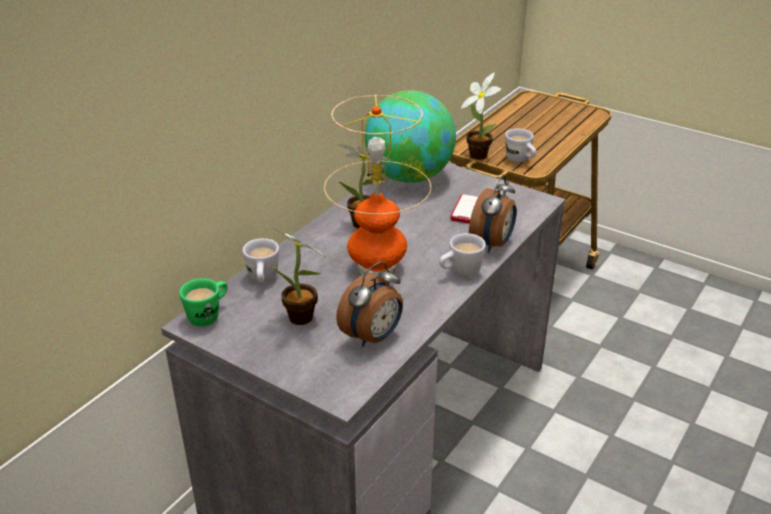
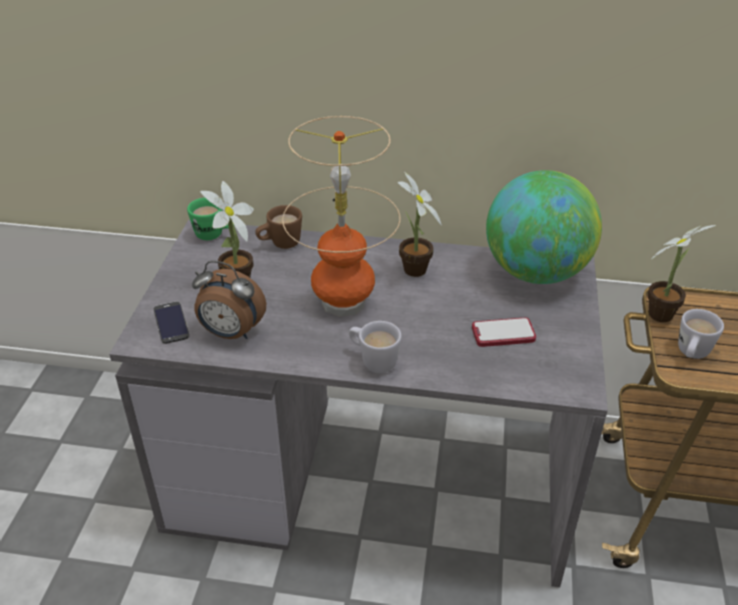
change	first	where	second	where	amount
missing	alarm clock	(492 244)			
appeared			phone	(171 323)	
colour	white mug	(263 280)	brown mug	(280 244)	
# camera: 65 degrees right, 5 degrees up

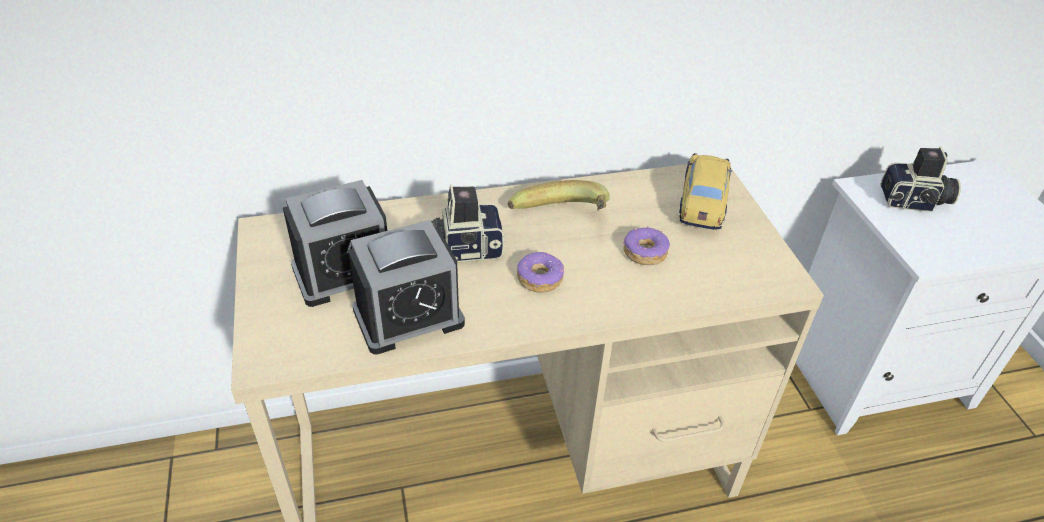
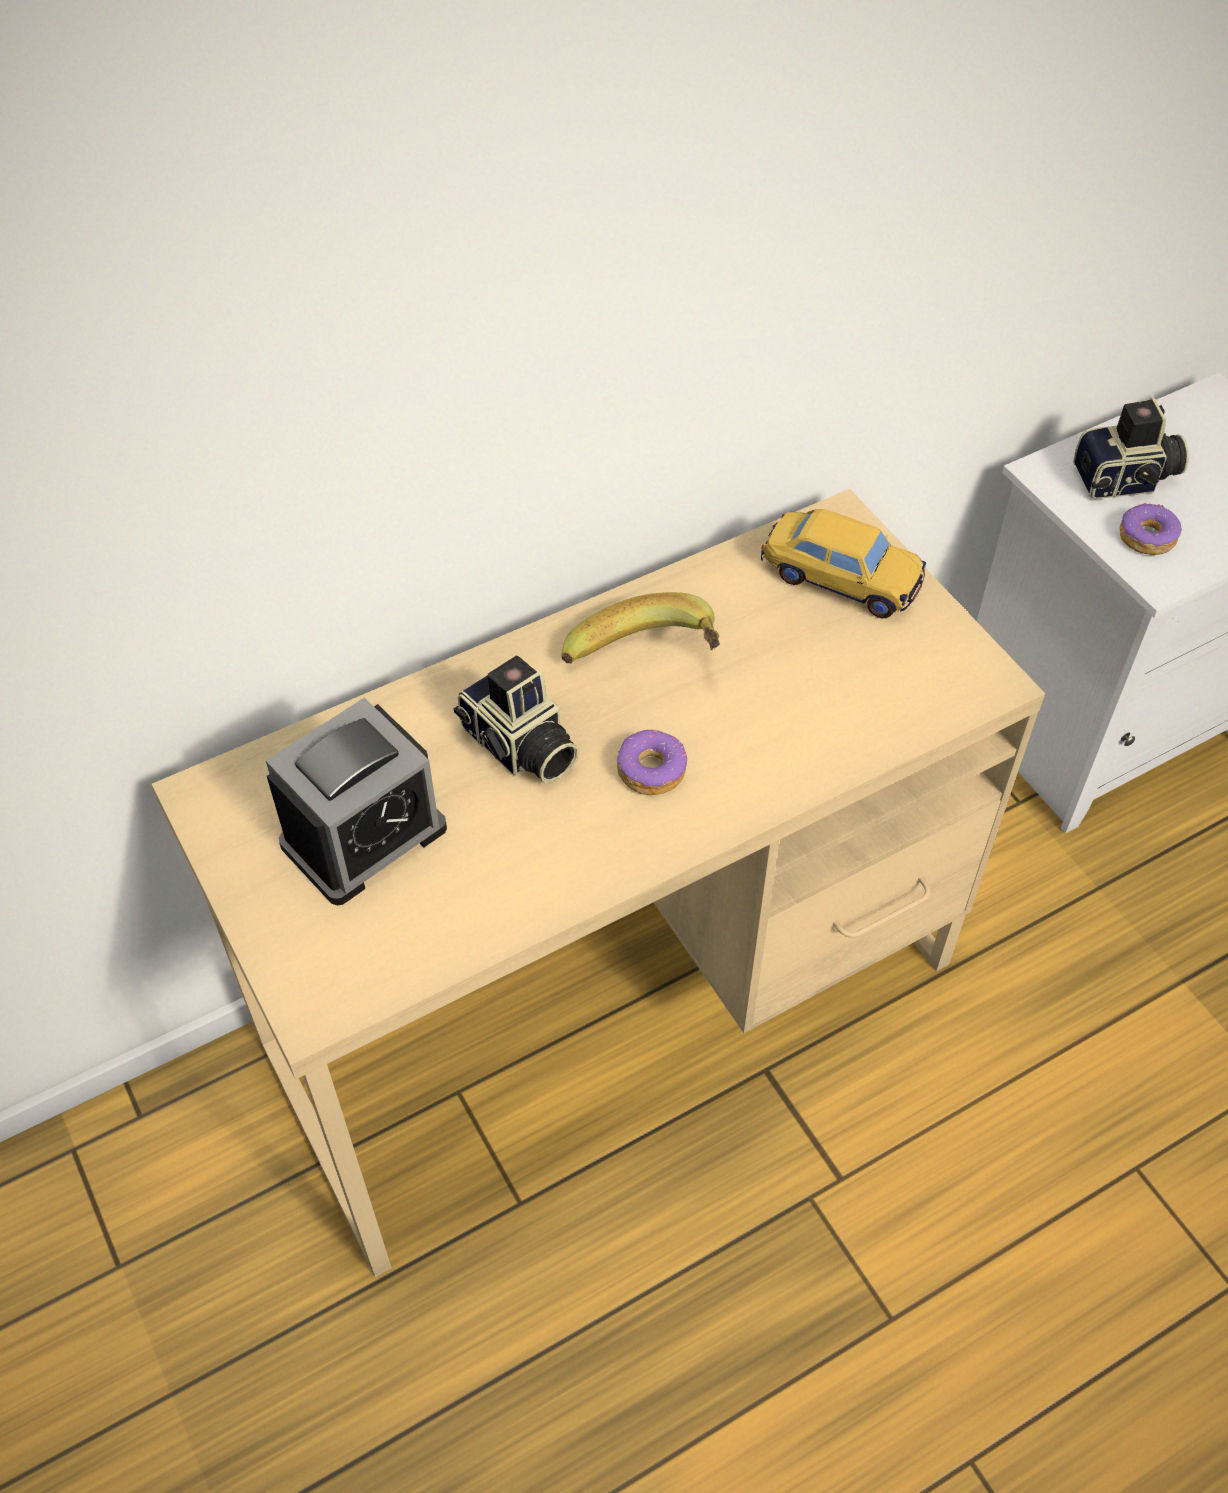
change	first	where	second	where	amount
missing	alarm clock	(408 317)			
relocated	donut	(644 252)		(1146 537)	
spun	photo camera	(462 248)		(519 747)	105 degrees counterclockwise
spun	toy car	(702 203)		(840 579)	120 degrees clockwise
# camera: 15 degrees left, 10 degrees up

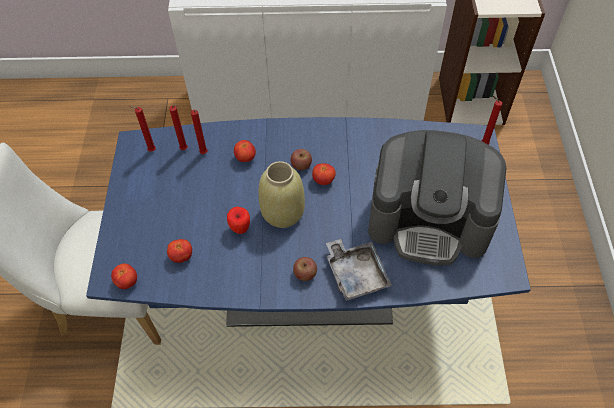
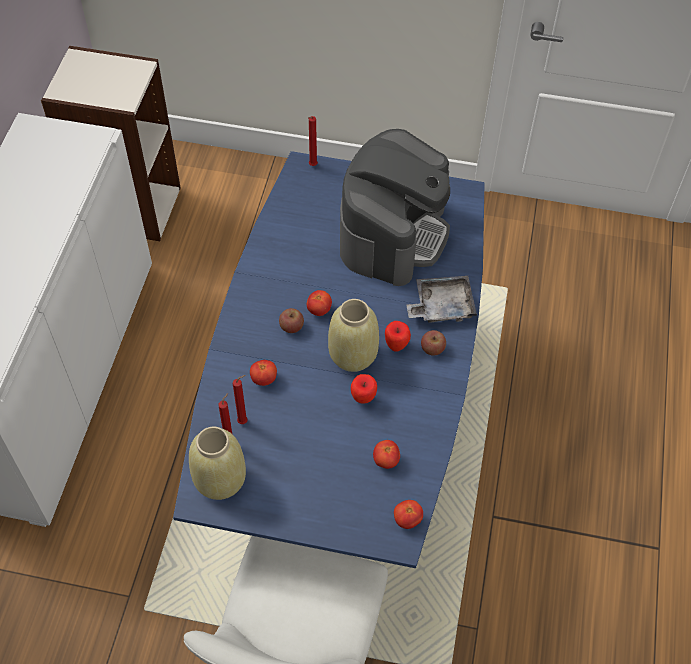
change	first	where	second	where	amount
appeared			apple	(396 345)	
exchanged	red candle	(150 150)	beige vase	(219 481)	
# camera: 80 degrees left, 0 degrees up

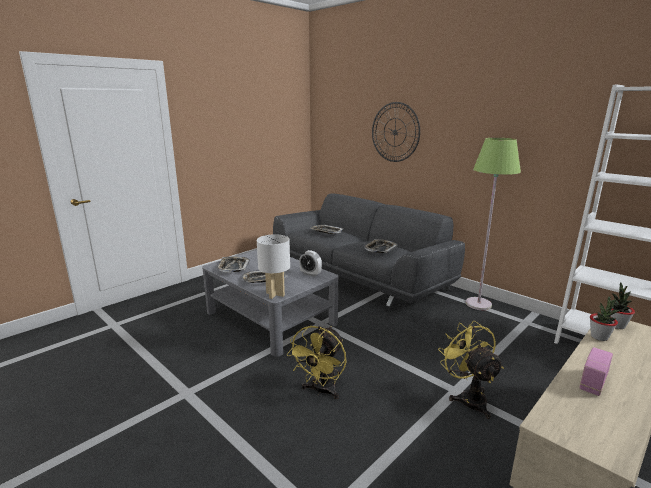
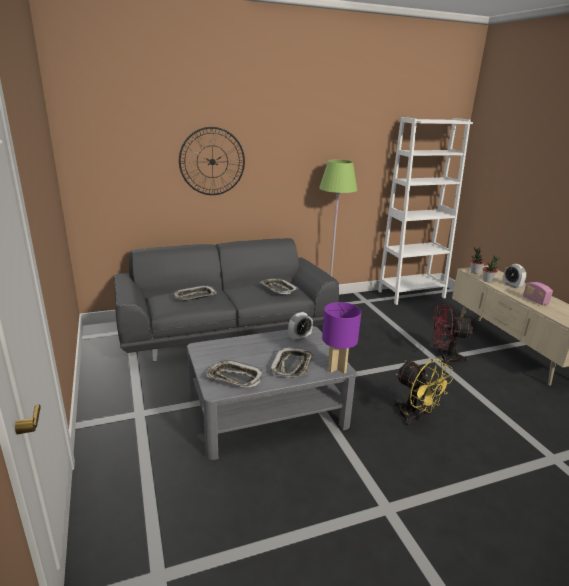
change	first	where	second	where	amount
appeared			alarm clock	(512 285)	
colour	white table lamp	(275 294)	purple table lamp	(337 368)	
colour	yellow fan	(468 397)	red fan	(444 358)	
# camera: 65 degrees left, 5 degrees up

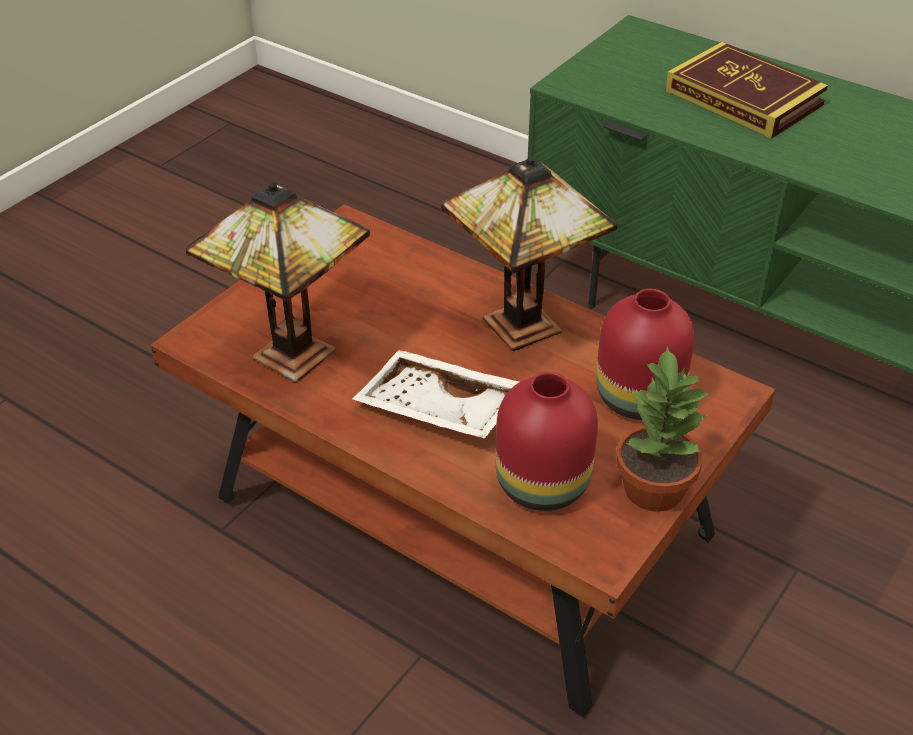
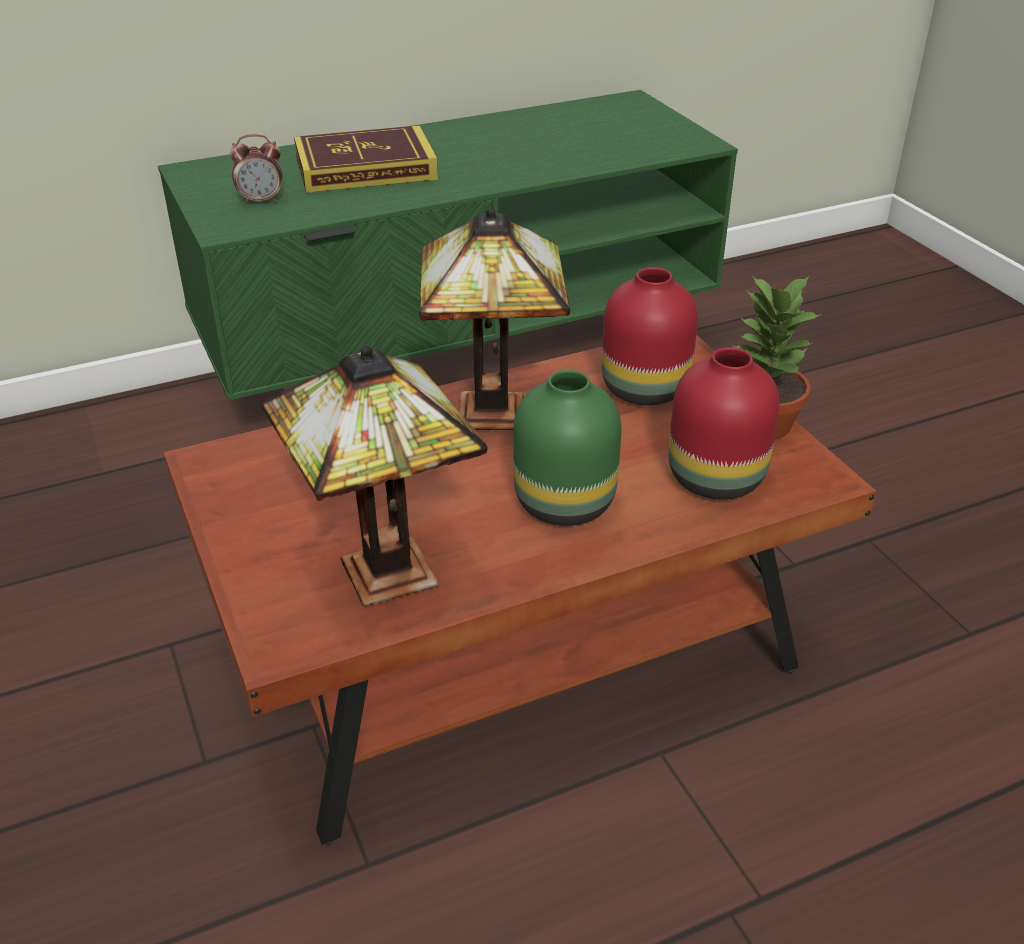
change	first	where	second	where	amount
appeared			alarm clock	(261 201)	
exchanged	white tray	(437 410)	green vase	(567 504)	
# camera: 60 degrees left, 5 degrees down

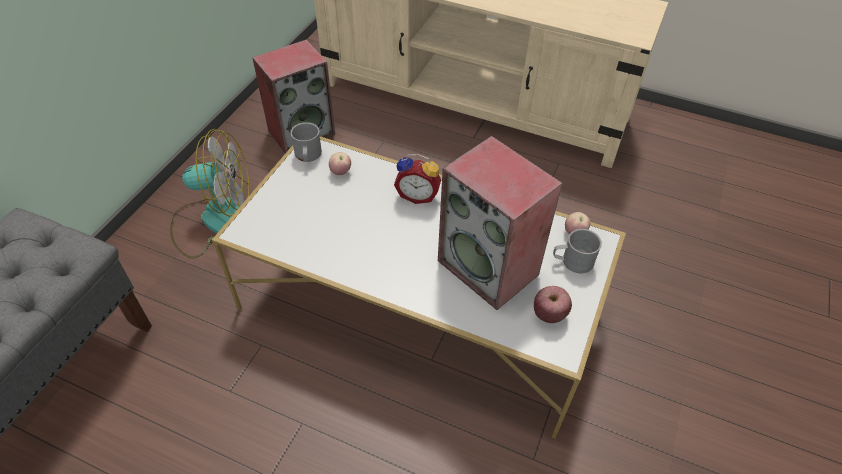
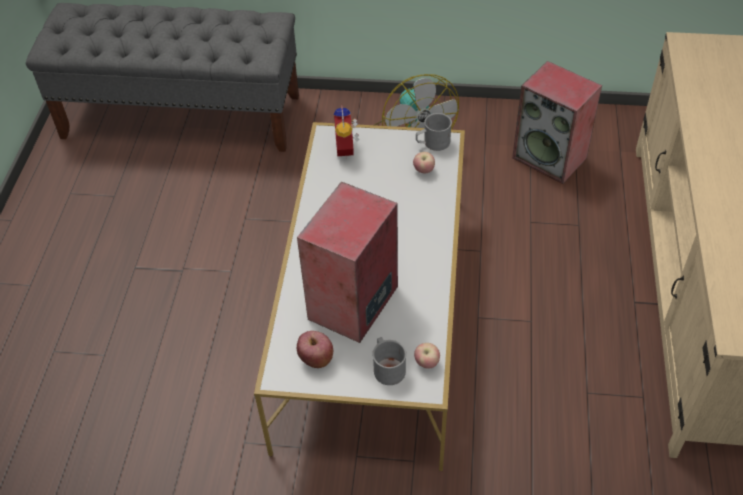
change	first	where	second	where	amount
relocated	alarm clock	(418 195)		(347 150)	
# camera: 75 degrees right, 0 degrees up

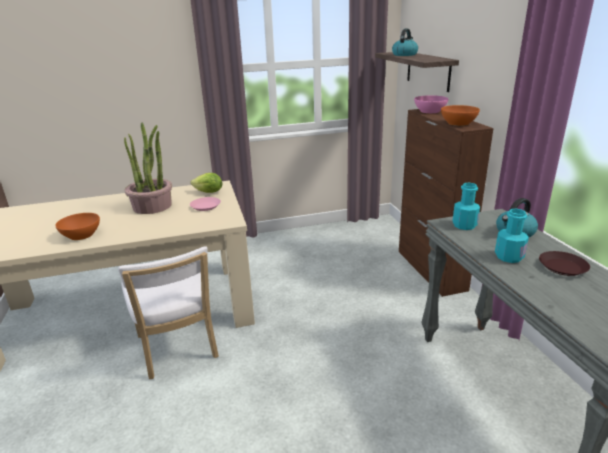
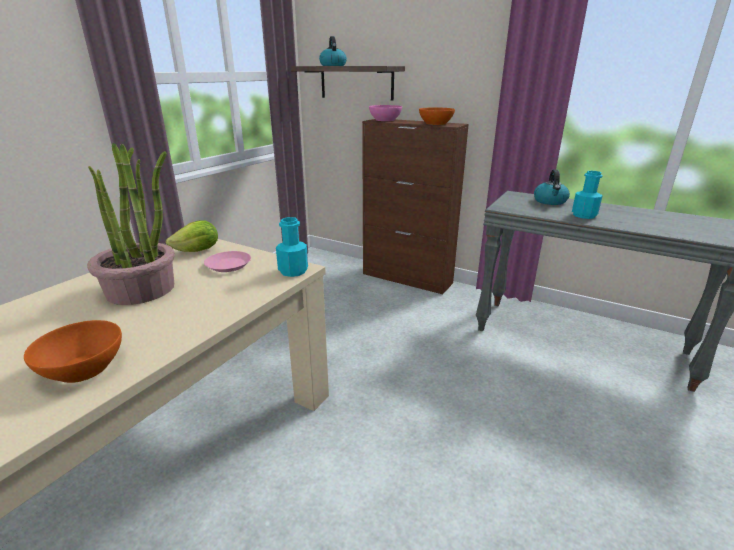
change	first	where	second	where	amount
missing	white chair	(178 349)			
missing	brown plate	(563 267)			
relocated	turquoise bottle	(464 225)		(293 271)	
# camera: 45 degrees left, 0 degrees up

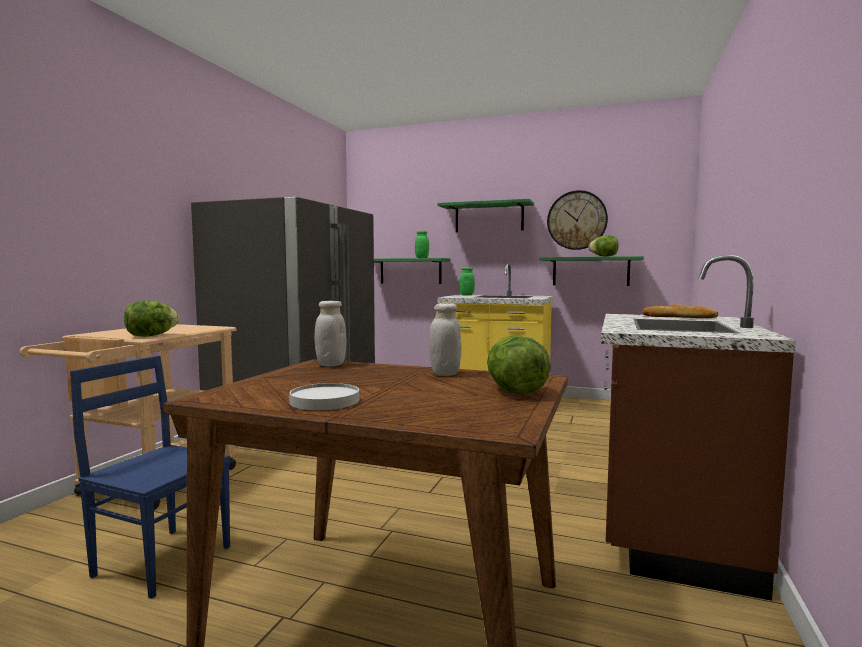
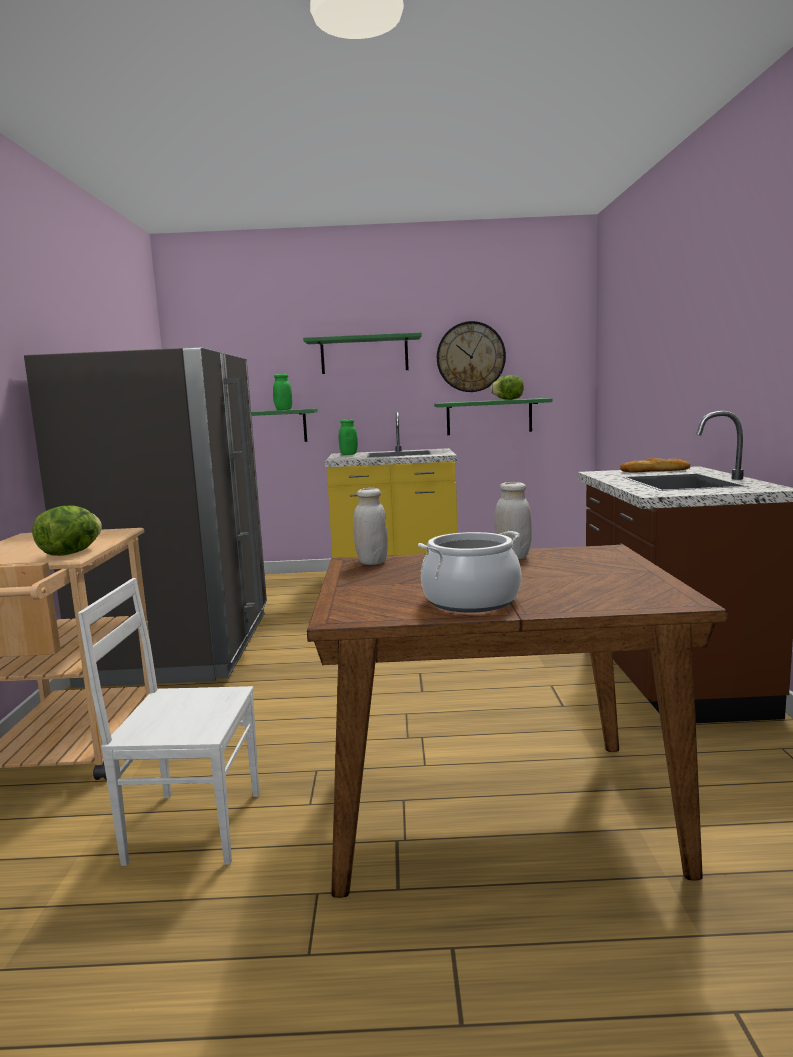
change	first	where	second	where	amount
missing	lettuce	(515 391)			
exchanged	white plate	(325 401)	cooking pot	(470 601)	
colour	blue chair	(163 559)	white chair	(193 825)	
# camera: 20 degrees left, 5 degrees up

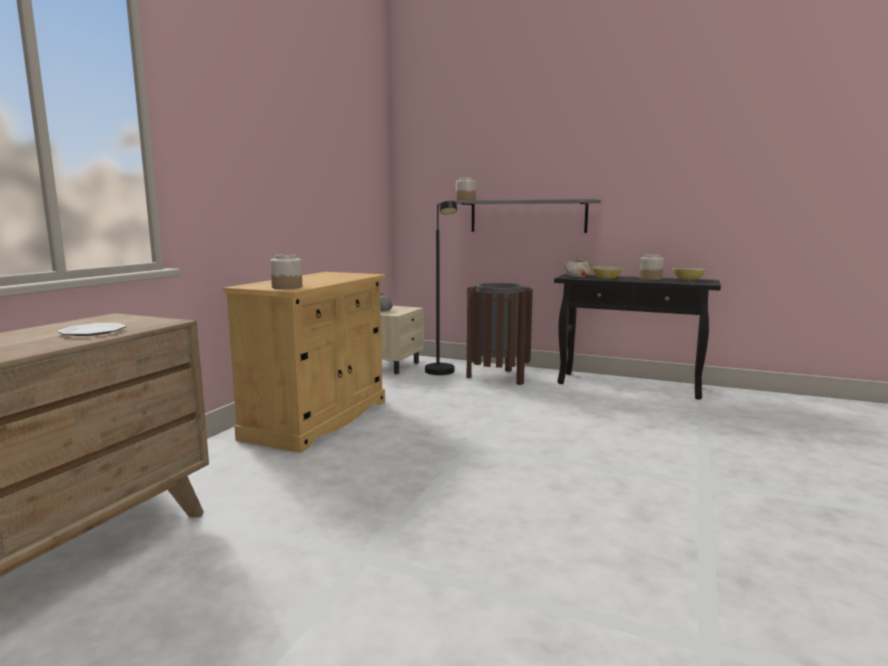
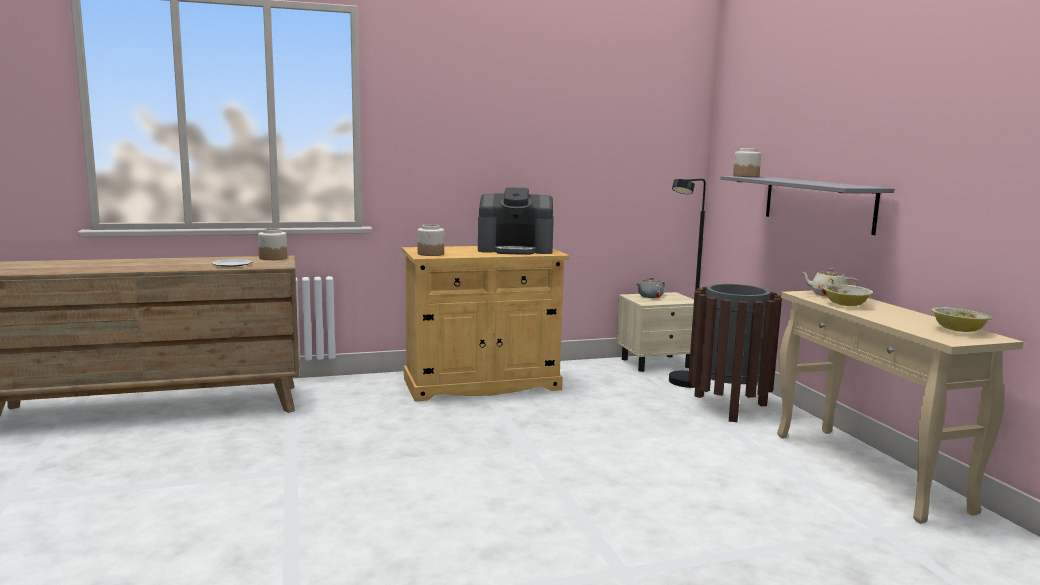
change	first	where	second	where	amount
appeared			coffee machine	(515 249)	
relocated	jar	(650 278)		(273 258)	
colour	black console table	(630 385)	beige console table	(869 472)	
# camera: 50 degrees right, 0 degrees up

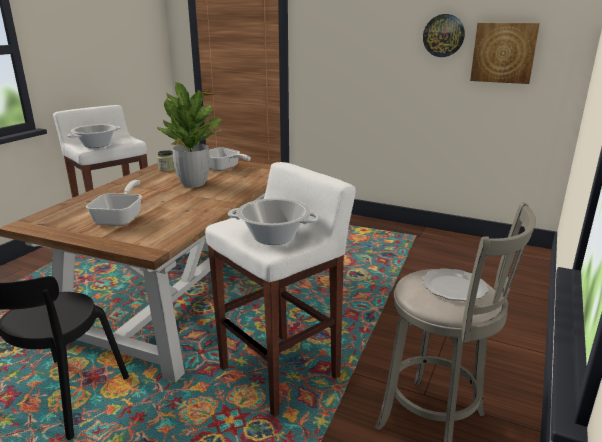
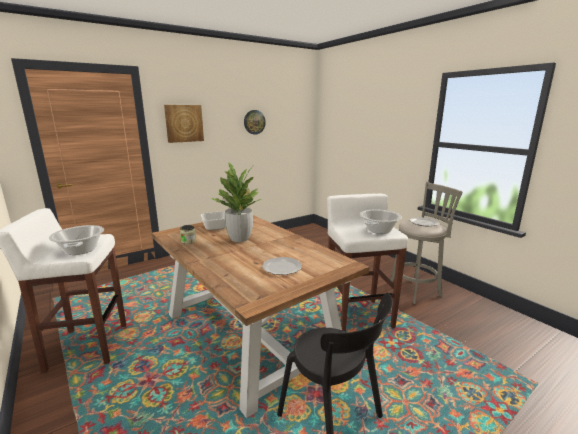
change	first	where	second	where	amount
relocated	picture	(503 53)		(184 123)	
exchanged	frying pan	(121 217)	plate	(282 267)	
# camera: 60 degrees left, 5 degrees down

